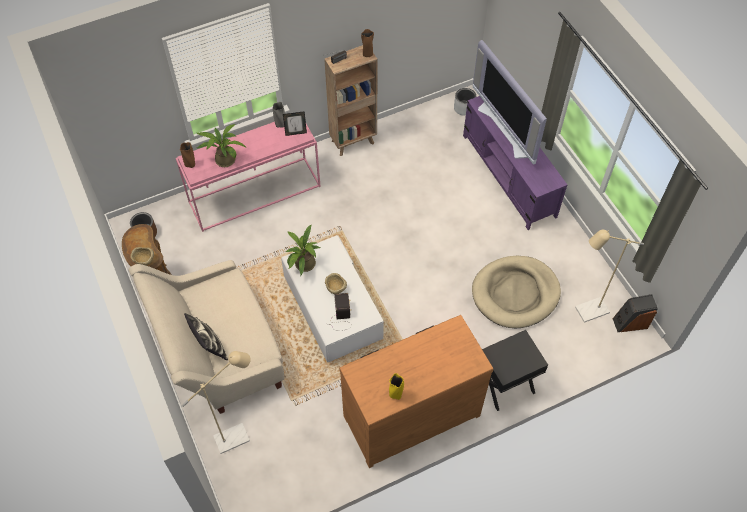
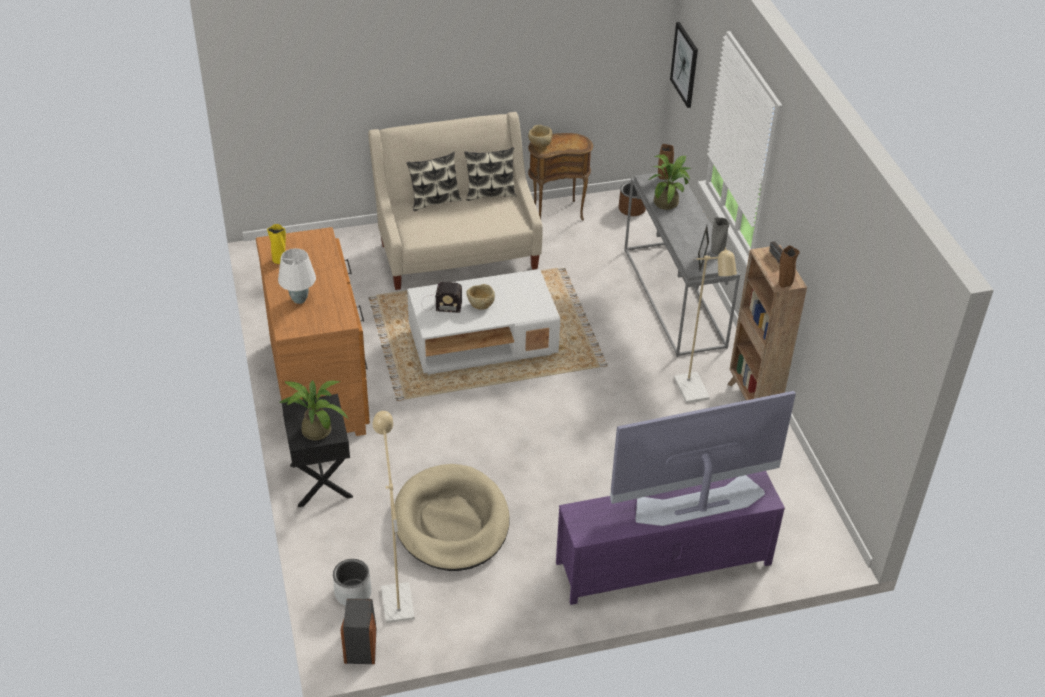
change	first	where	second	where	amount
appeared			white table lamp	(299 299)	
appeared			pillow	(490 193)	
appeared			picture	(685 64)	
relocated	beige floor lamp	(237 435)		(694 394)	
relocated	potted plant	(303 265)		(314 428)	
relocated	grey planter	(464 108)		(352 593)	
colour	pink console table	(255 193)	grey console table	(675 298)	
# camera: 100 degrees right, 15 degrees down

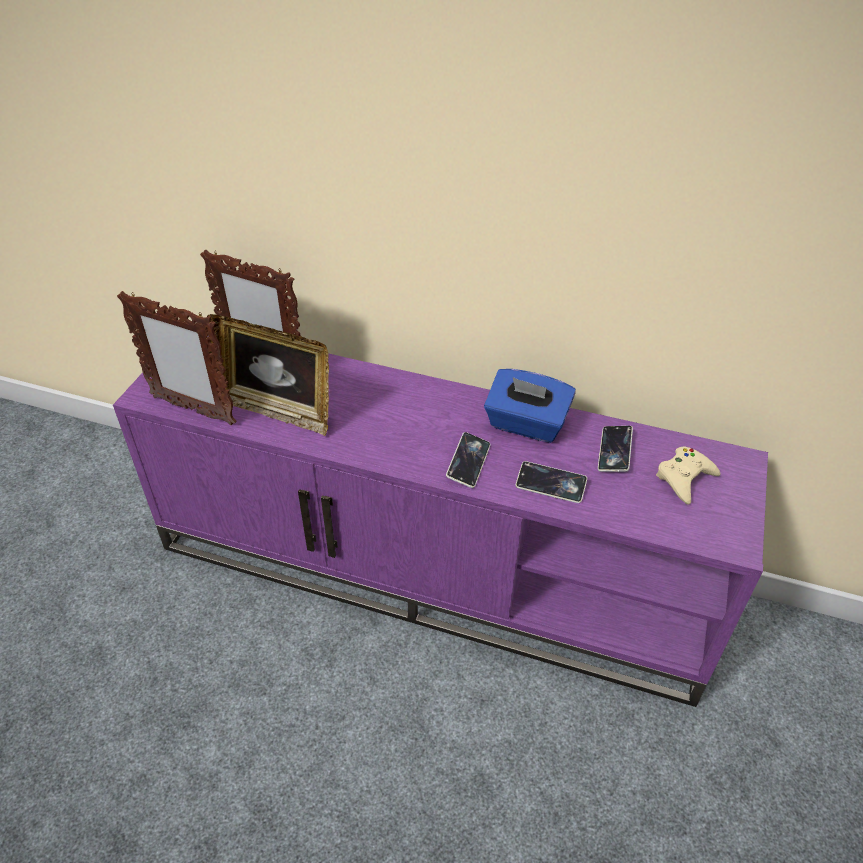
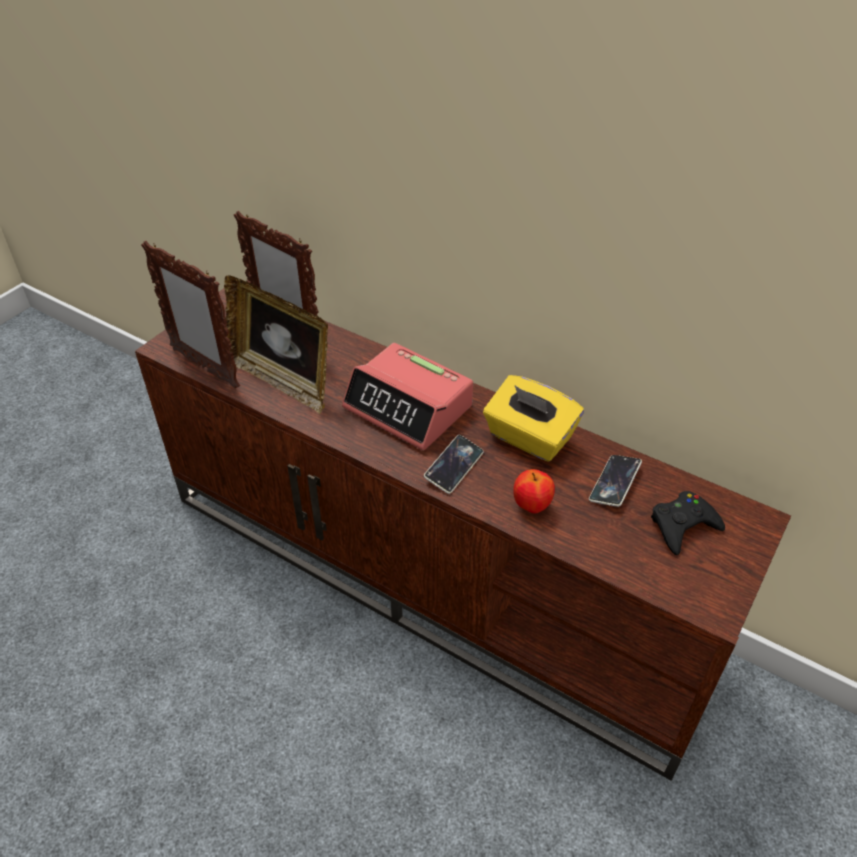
change	first	where	second	where	amount
appeared			alarm clock	(409 407)	
exchanged	phone	(550 485)	apple	(531 506)	
colour	purple tv stand	(434 569)	brown tv stand	(434 574)	
colour	blue tissue box	(526 424)	yellow tissue box	(529 438)	
colour	beige game controller	(684 478)	black game controller	(683 526)	
# camera: 15 degrees right, 0 degrees up

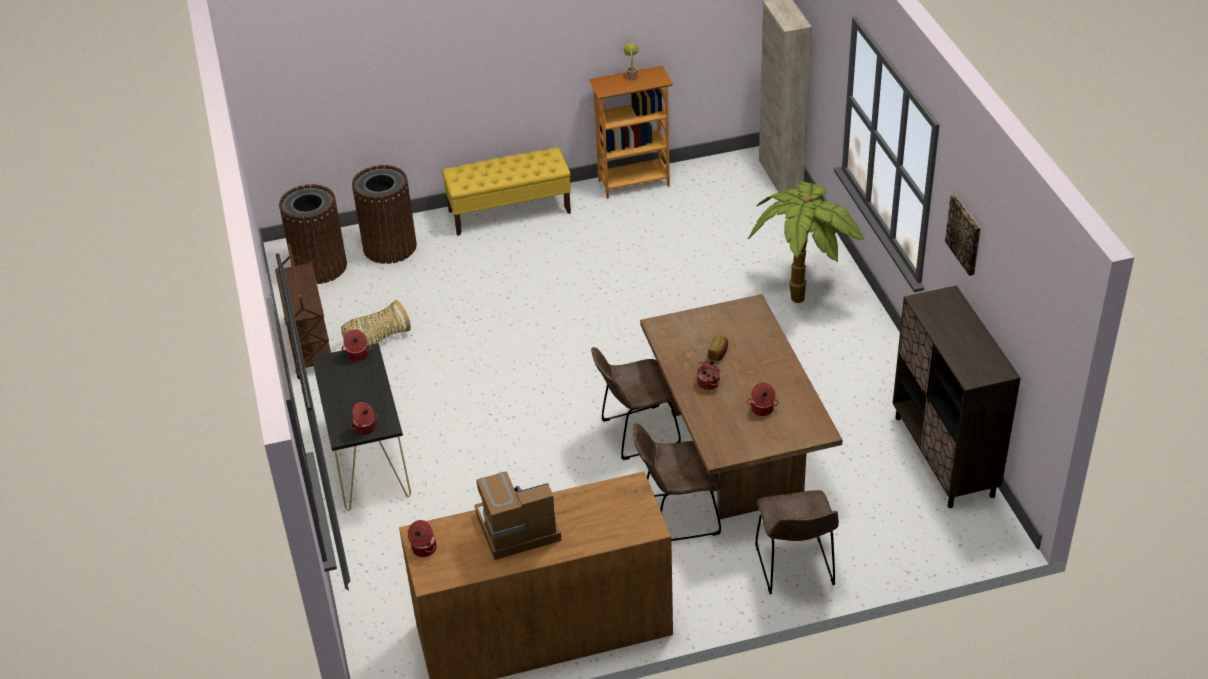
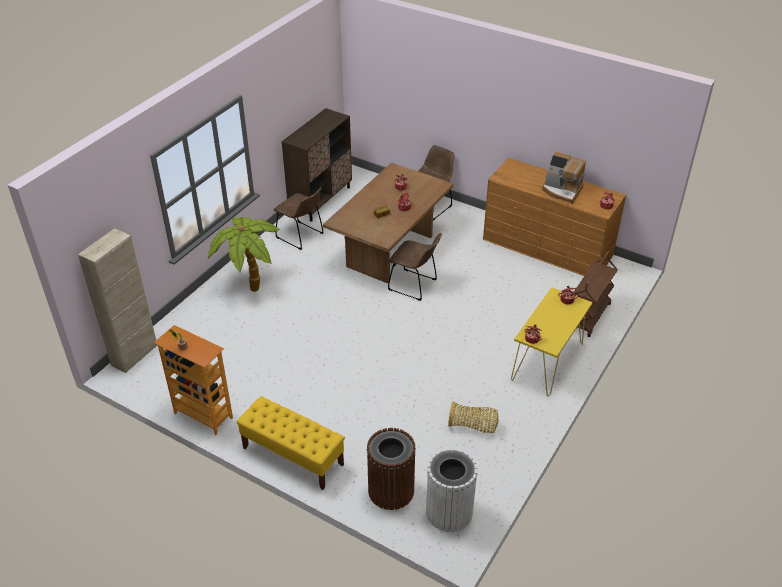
change	first	where	second	where	amount
missing	picture	(964 234)			
relocated	brown cart	(309 347)		(588 317)	
relocated	brown chair	(677 516)		(301 236)	
colour	brown trash can	(319 267)	white trash can	(449 512)	
colour	black console table	(367 458)	yellow console table	(547 362)	
# camera: 135 degrees left, 0 degrees up

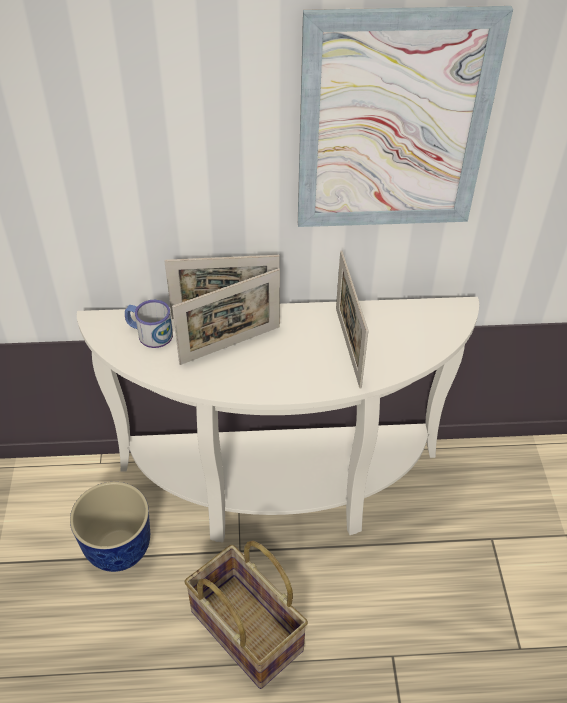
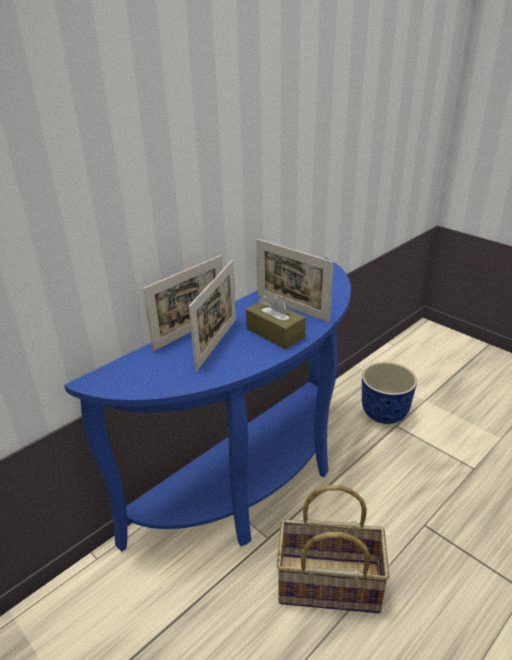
change	first	where	second	where	amount
missing	mug	(149 333)			
missing	picture	(393 125)			
appeared			brown tissue box	(275 333)	
relocated	planter	(120 548)		(384 413)	
colour	white console table	(281 492)	blue console table	(254 483)	
# camera: 40 degrees left, 15 degrees down

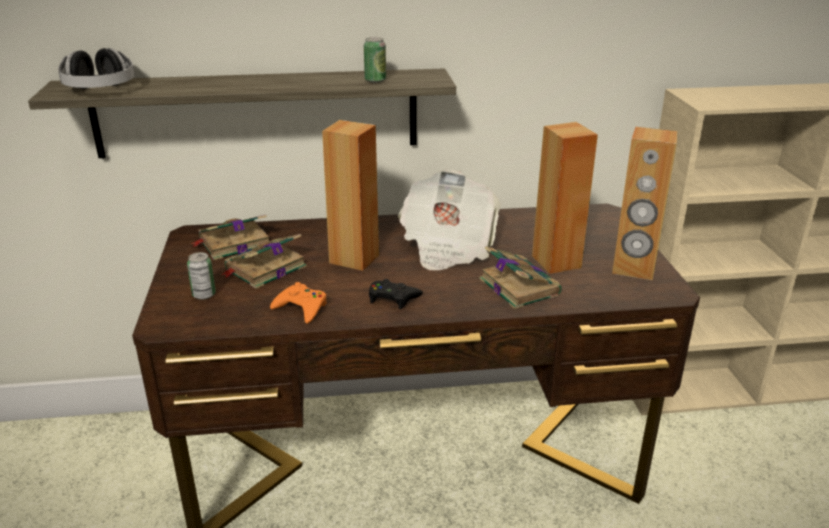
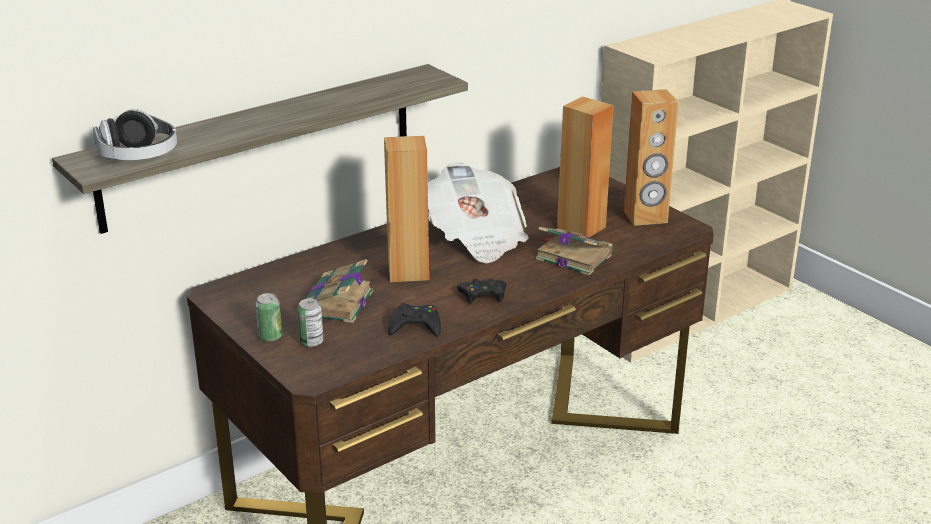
change	first	where	second	where	amount
missing	book	(233 243)			
relocated	can	(375 80)		(270 336)	
colour	orange game controller	(301 308)	black game controller	(415 326)	
# camera: 30 degrees left, 0 degrees up

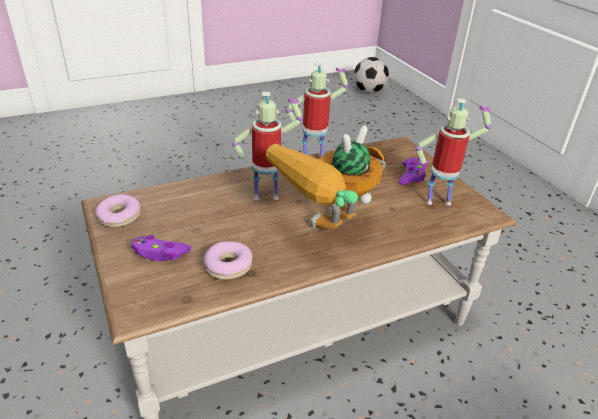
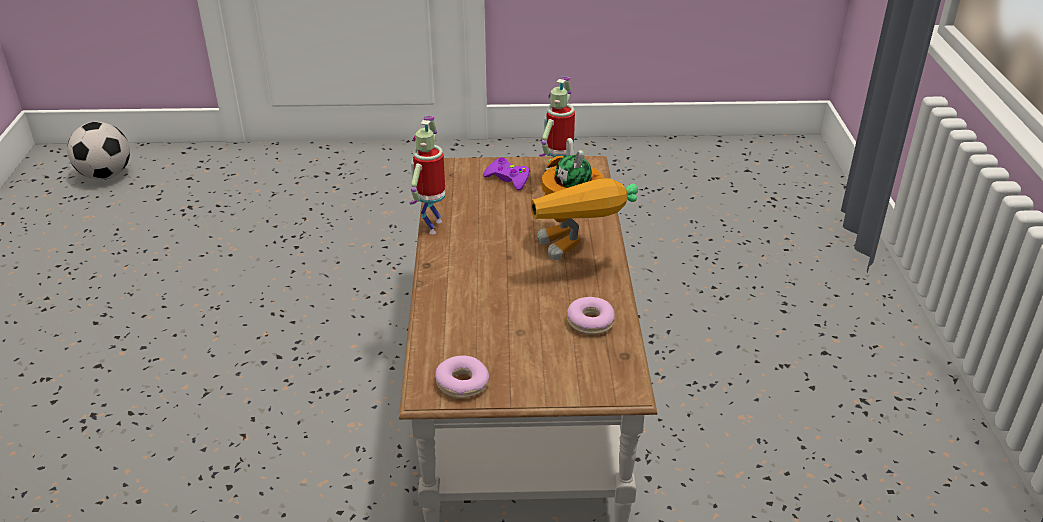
change	first	where	second	where	amount
missing	purple game controller	(160 253)			
missing	toy robot	(266 195)			
# camera: 65 degrees left, 0 degrees up

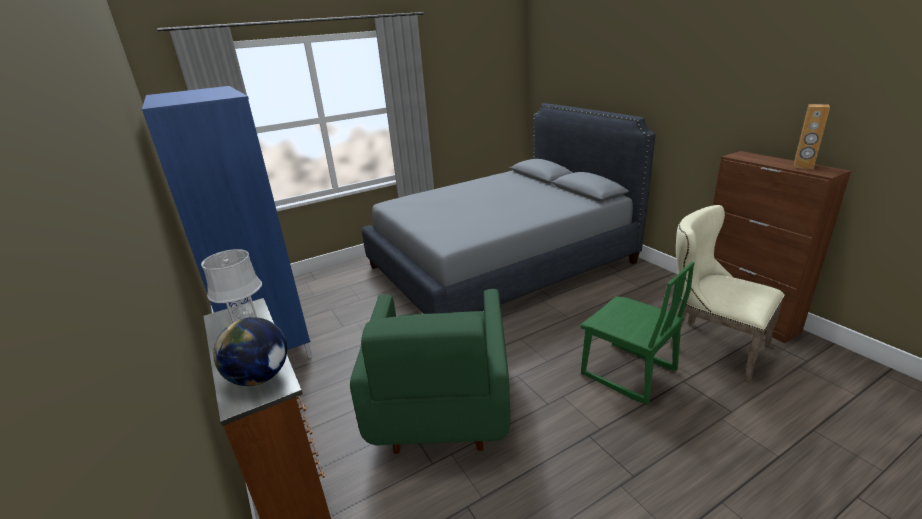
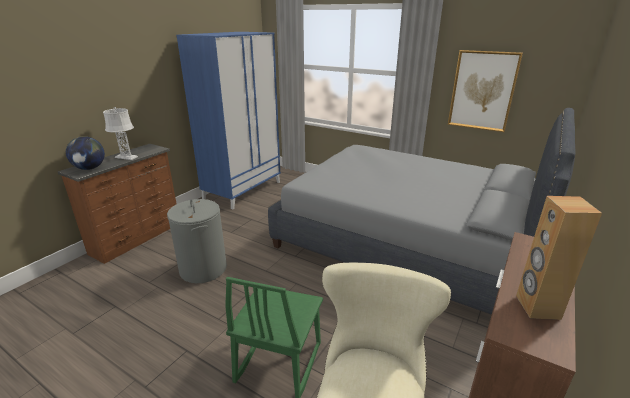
change	first	where	second	where	amount
appeared			picture	(482 91)	
exchanged	green armchair	(441 404)	grey laundry basket	(203 269)	
# camera: 60 degrees right, 0 degrees up

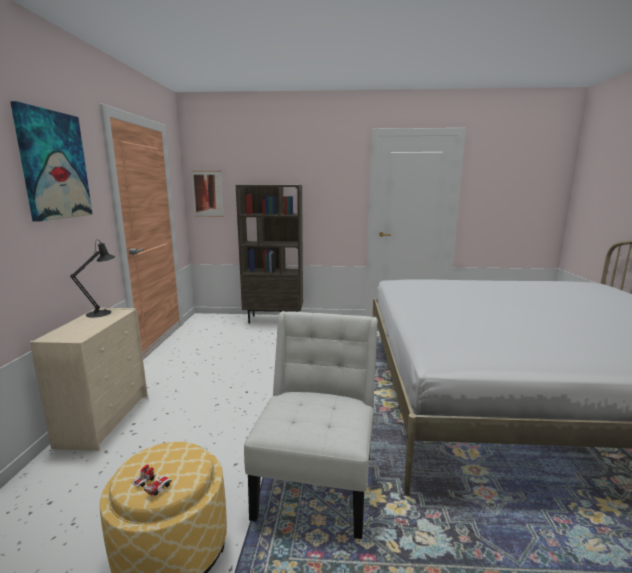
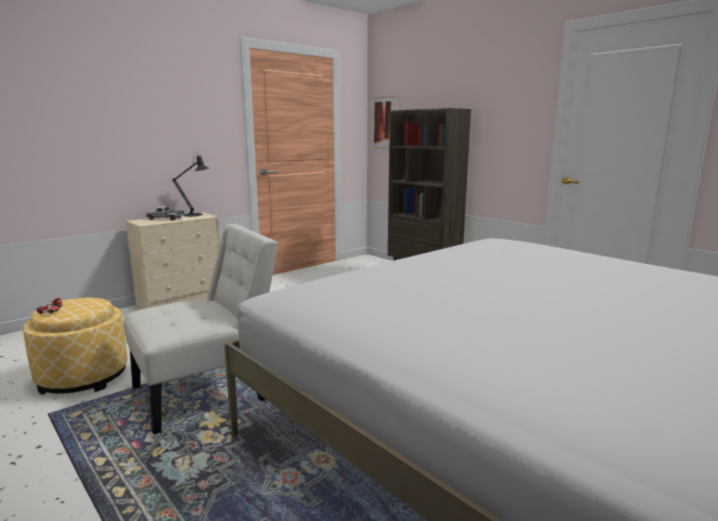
change	first	where	second	where	amount
missing	picture	(54 165)			
appeared			toy truck	(166 219)	
# camera: 45 degrees right, 0 degrees up

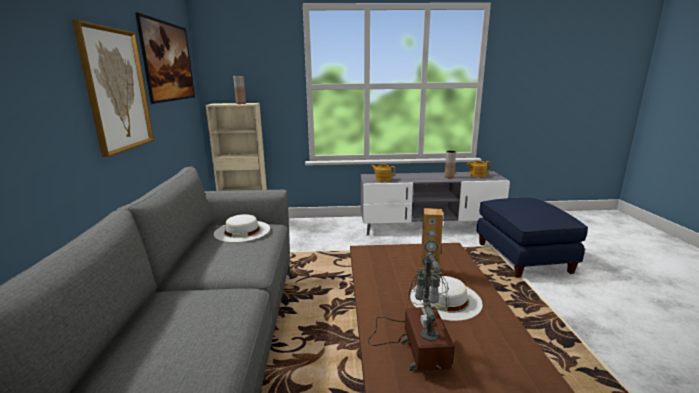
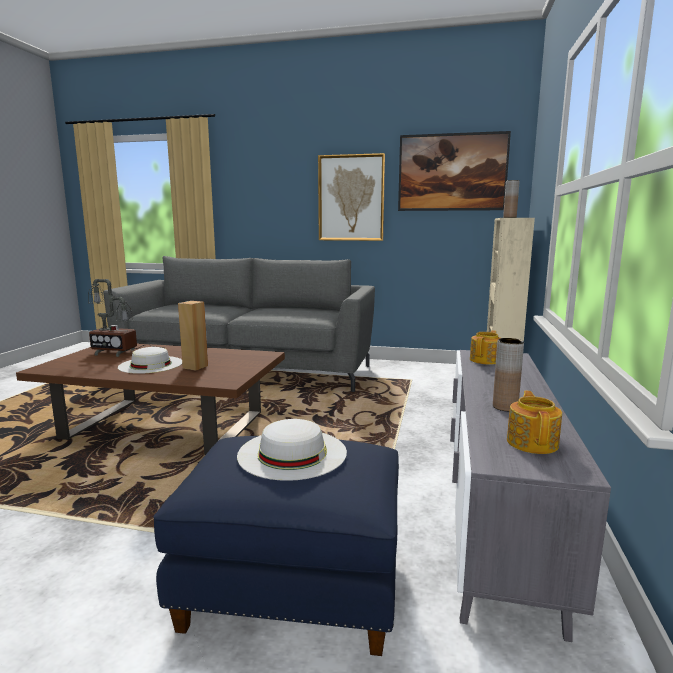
change	first	where	second	where	amount
relocated	white hat	(242 231)		(292 453)	
# camera: 105 degrees right, 5 degrees down

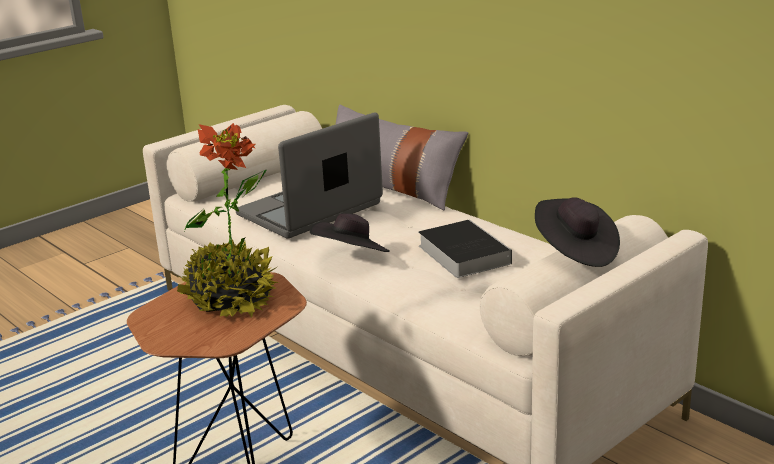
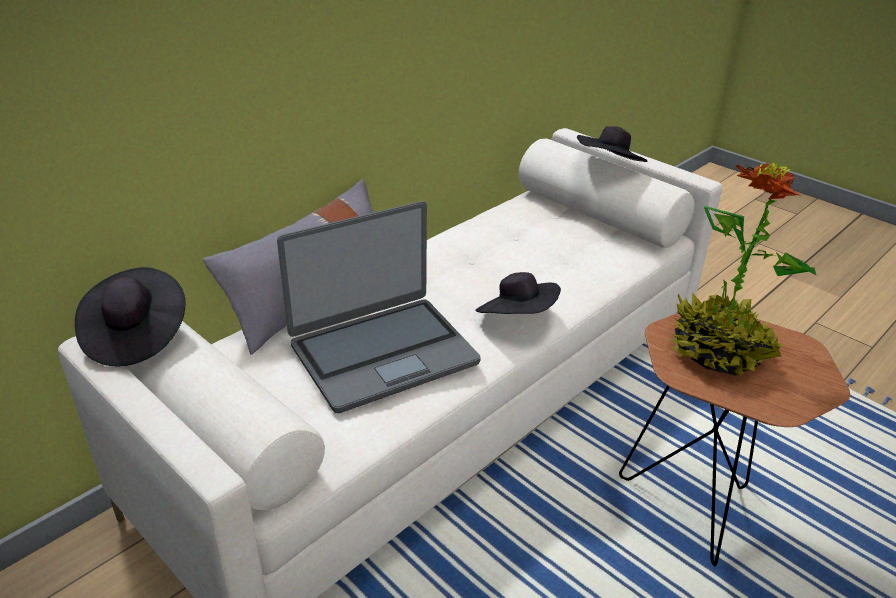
change	first	where	second	where	amount
missing	book	(461 253)			
appeared			black hat	(135 336)	
spun	laptop	(311 210)		(382 353)	75 degrees counterclockwise
# camera: 95 degrees left, 10 degrees up

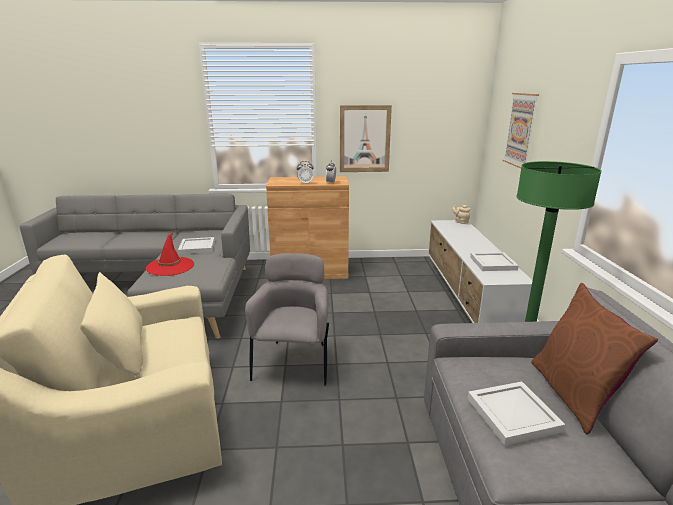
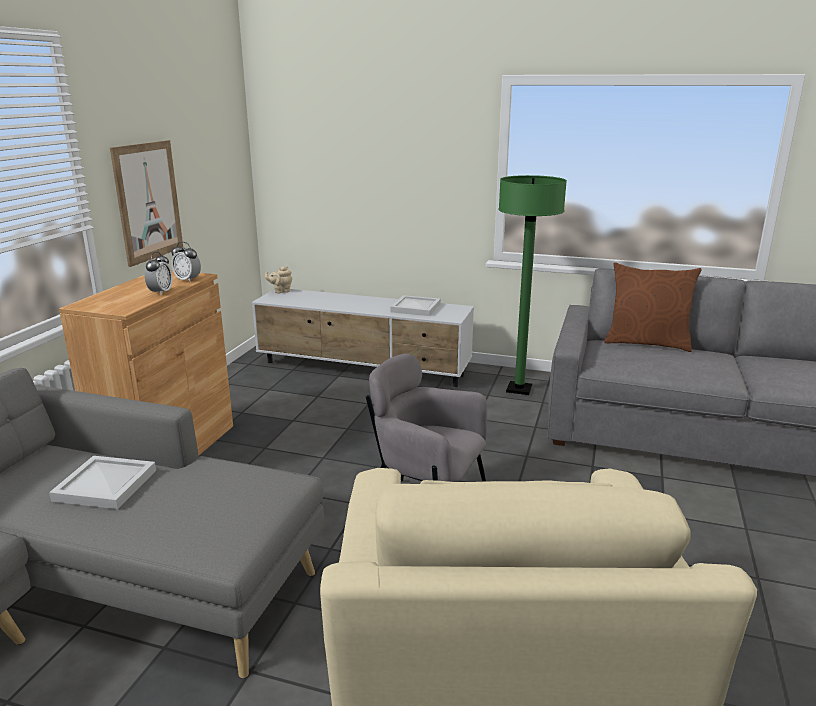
change	first	where	second	where	amount
missing	red hat	(170 266)			
missing	white tray	(512 415)			
missing	picture	(520 130)			
# camera: 70 degrees left, 0 degrees up

